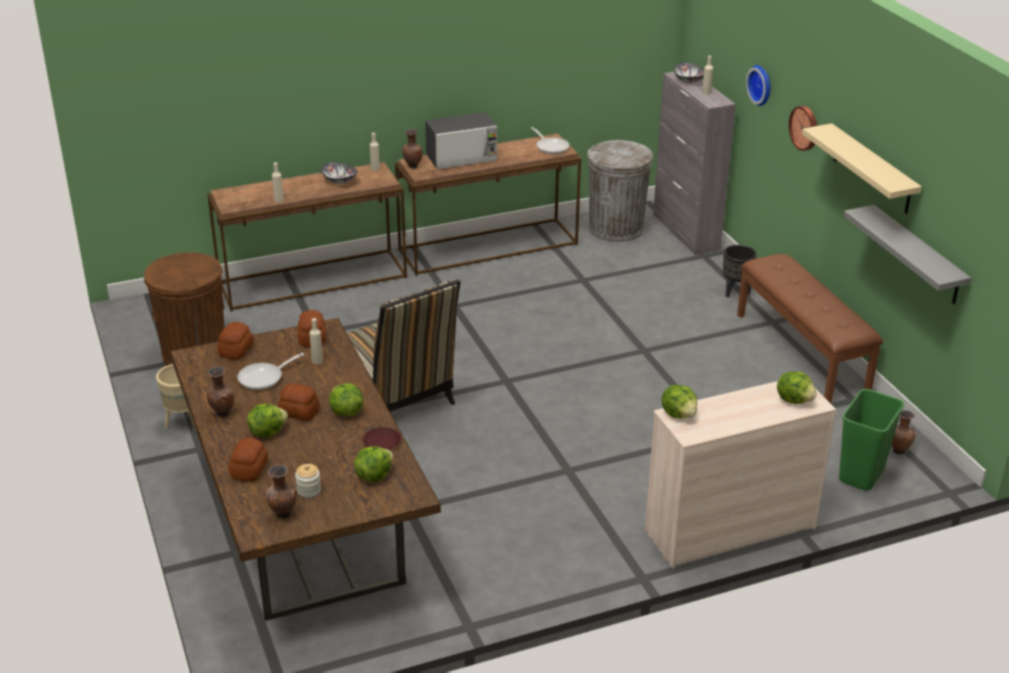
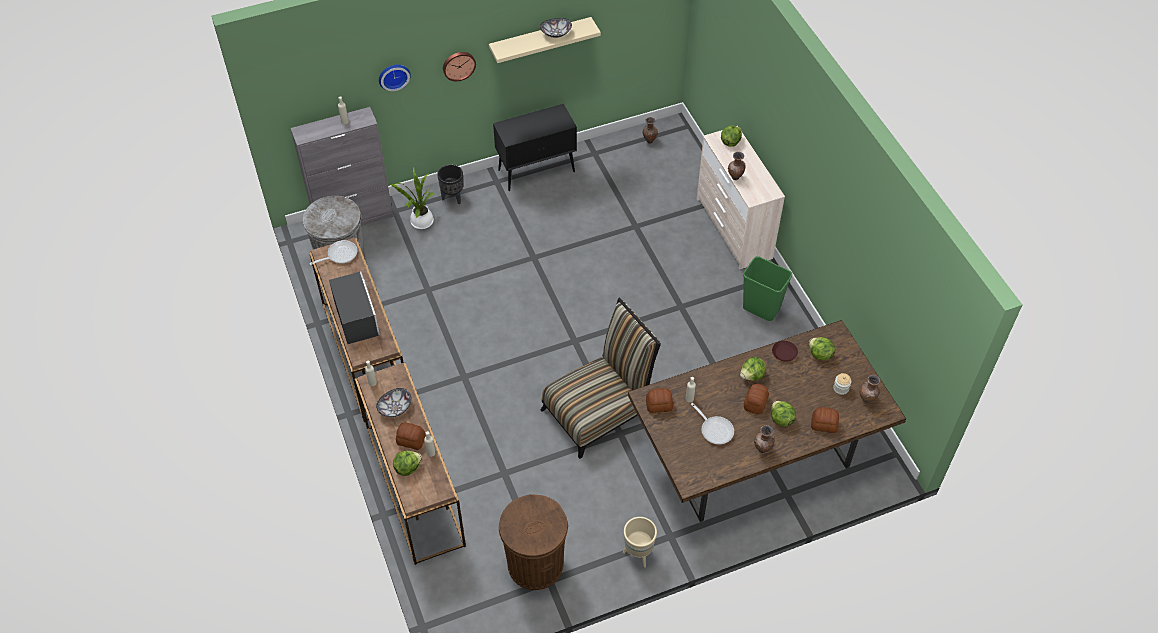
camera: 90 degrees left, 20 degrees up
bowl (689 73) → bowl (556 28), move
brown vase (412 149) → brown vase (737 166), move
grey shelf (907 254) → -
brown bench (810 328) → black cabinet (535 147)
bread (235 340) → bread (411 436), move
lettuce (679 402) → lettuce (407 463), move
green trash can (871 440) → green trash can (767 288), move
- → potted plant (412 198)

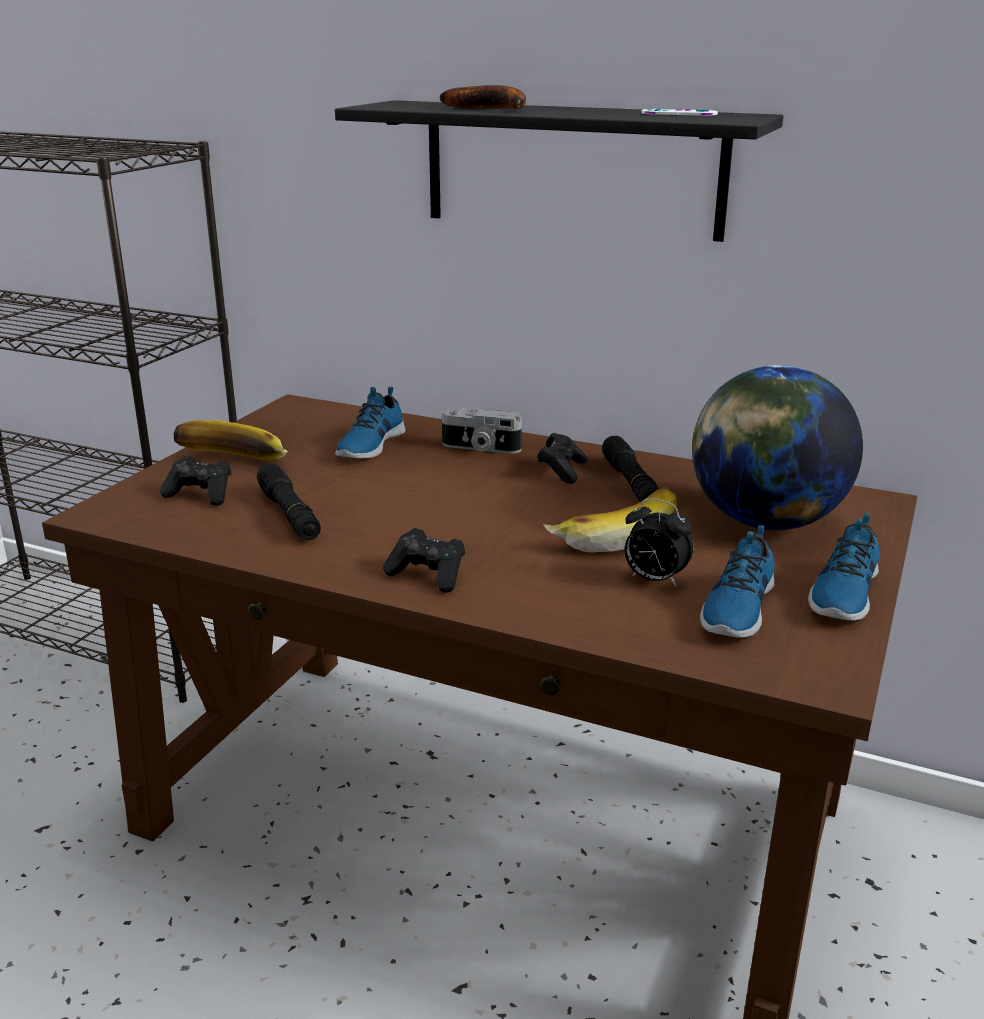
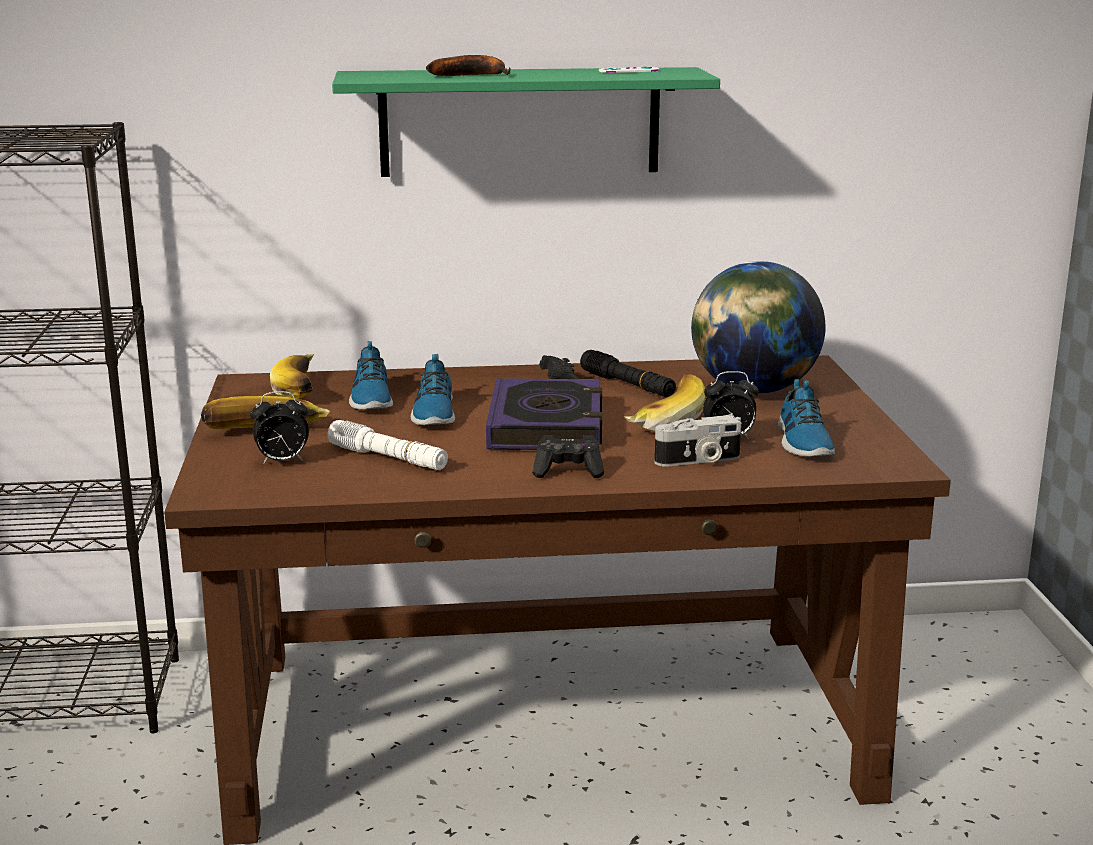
camera: 30 degrees left, 5 degrees down
black shelf (559 171) → green shelf (526 122)
photo camera (482 431) → photo camera (697 441), move
black game controller (196 481) → alarm clock (279 427)
black flashlight (289 502) → white flashlight (388 445)
shoe (844 567) → shoe (433 389), move
- → banana (292 376)
- → book (544 414)

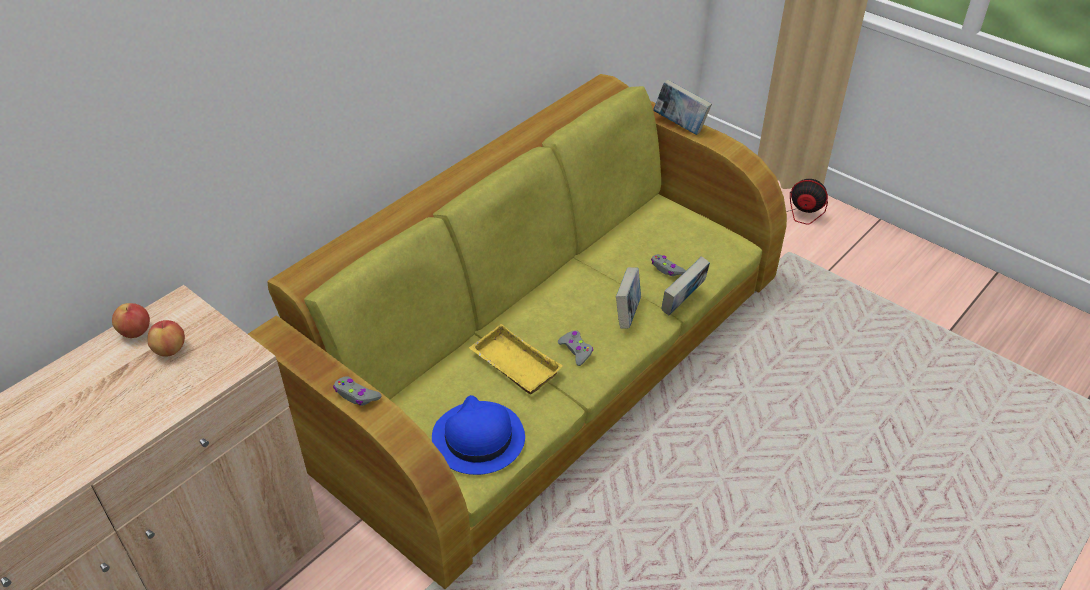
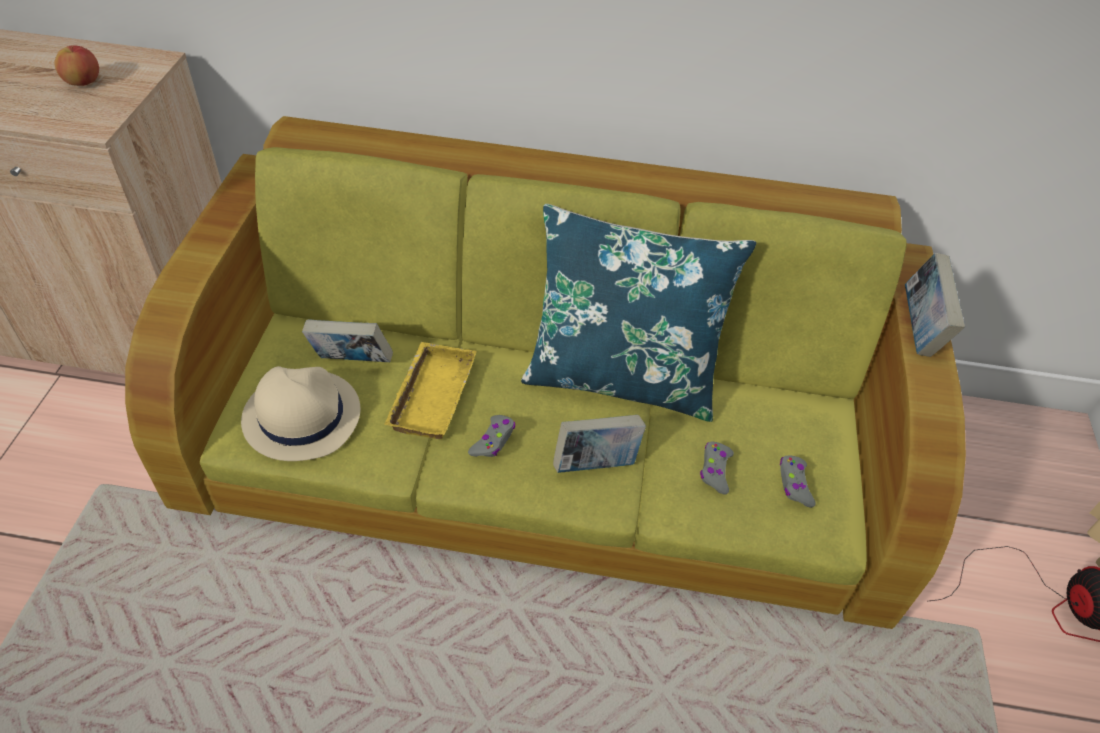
camera: 55 degrees right, 5 degrees up
book (685 286) → book (347 341), move
apple (131 320) → -
grey game controller (357 391) → grey game controller (798 481), move
blue hat (478 435) → beige hat (301 413)
- → blue pillow (638 313)

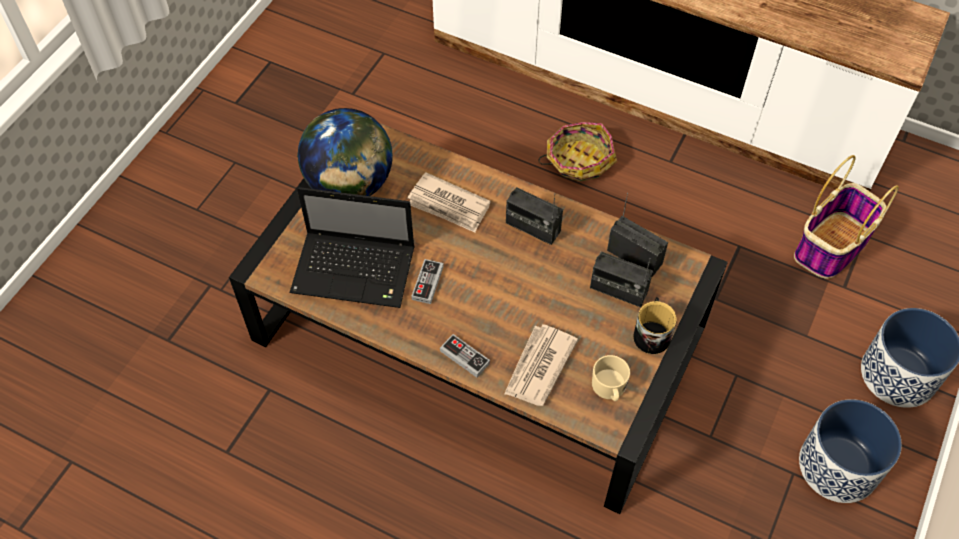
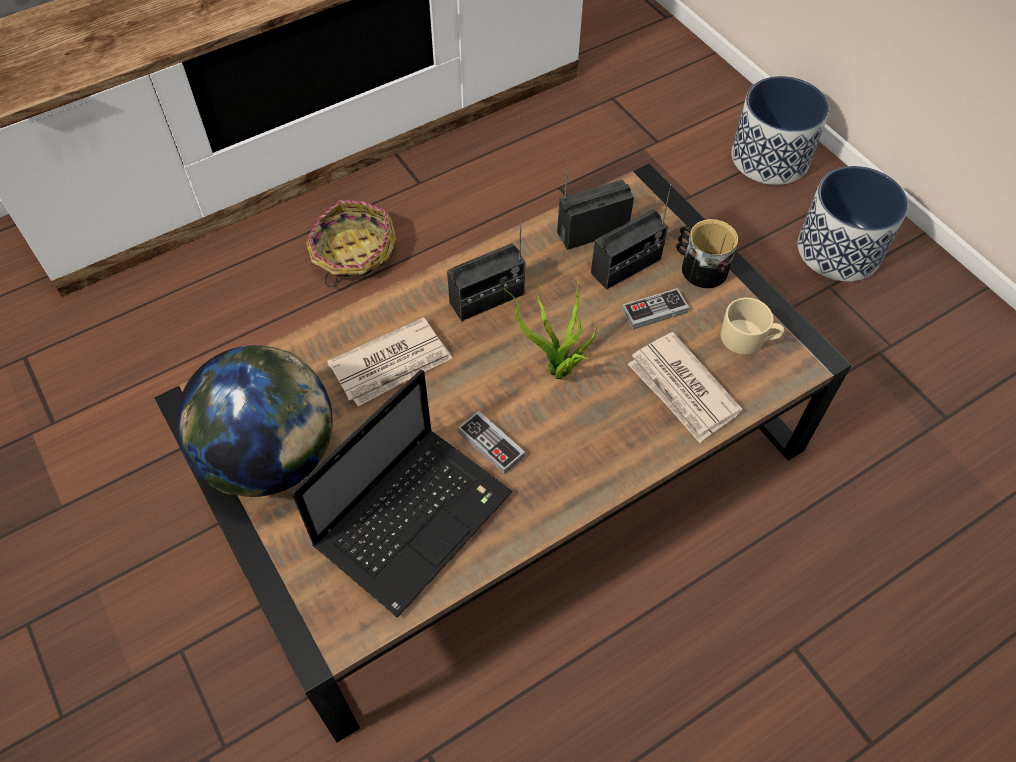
camera: 60 degrees left, 0 degrees up
basket (846 217) → -
game controller (465 356) → game controller (655 309), move
- → potted plant (551 330)

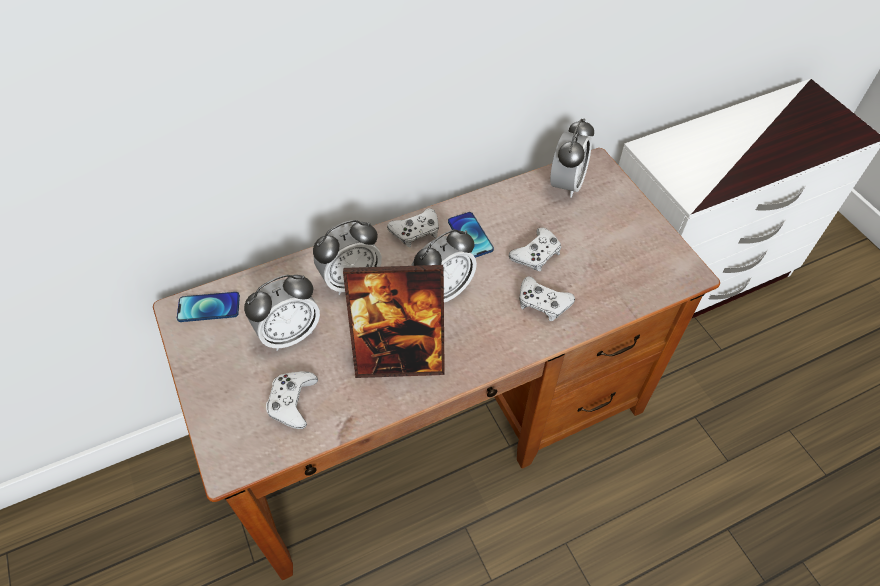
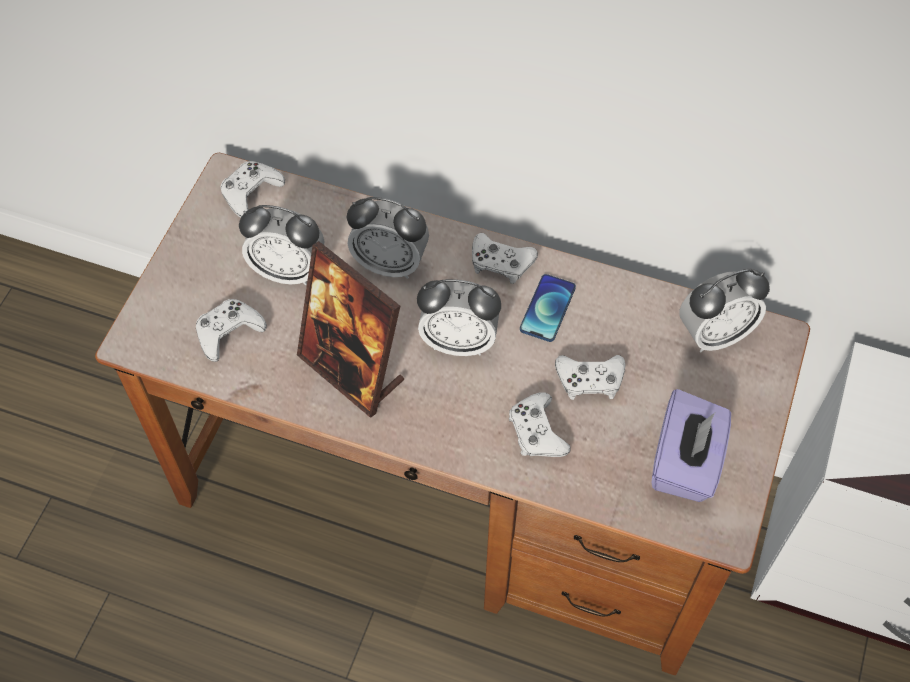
camera: 45 degrees right, 5 degrees up
phone (208 307) → white game controller (252 189)
- → purple tissue box (691 445)

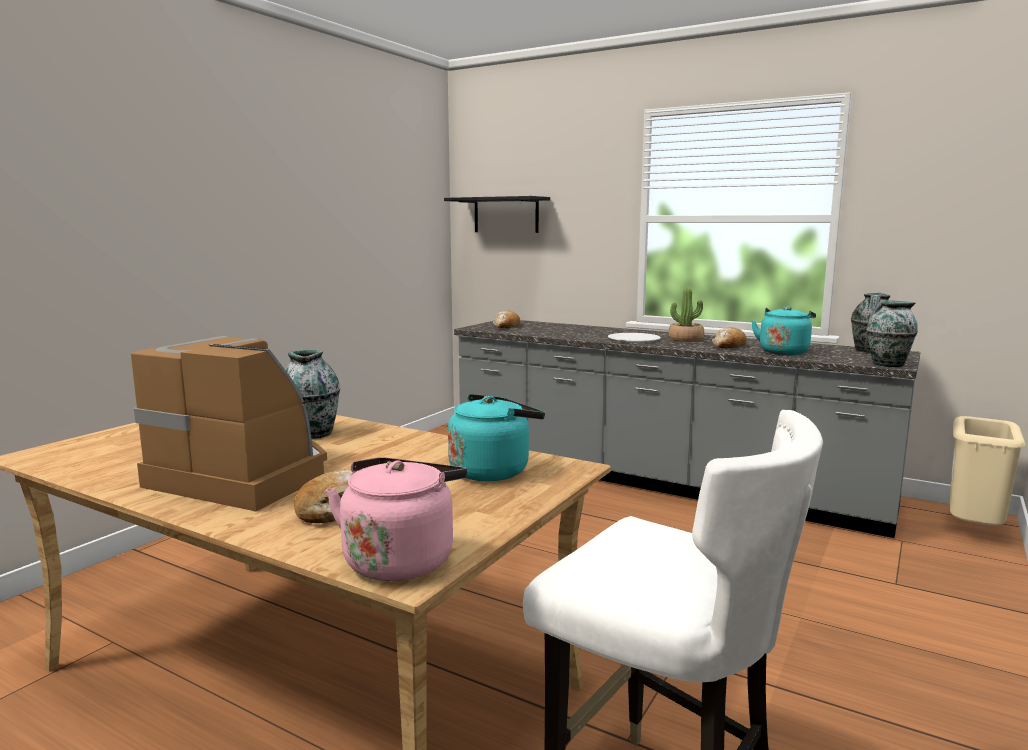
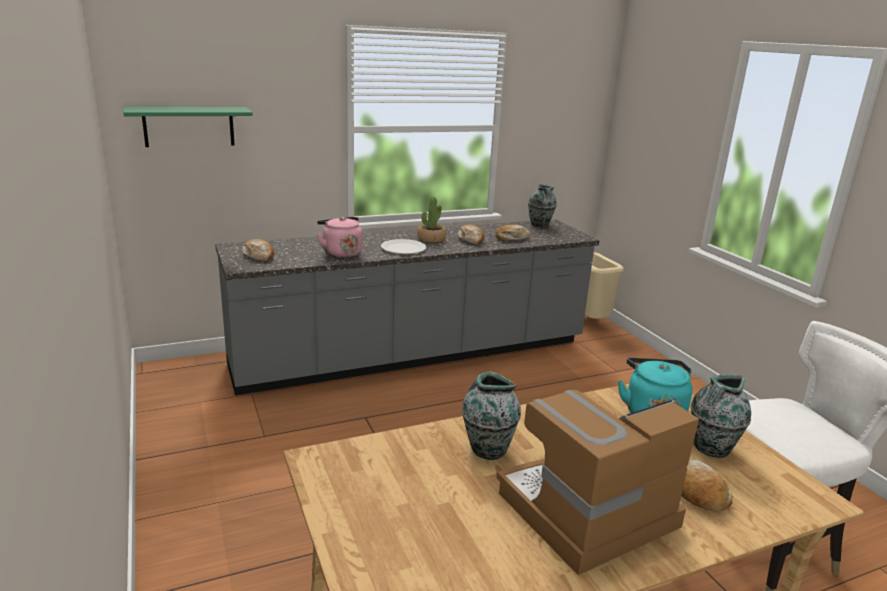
camera: 55 degrees left, 10 degrees up
black shelf (497 214) → green shelf (188 127)
vase (892 333) → vase (721 416), move
turquoise kettle (783 330) → bread (513 233)
pink kettle (396 519) → pink kettle (340 237), move

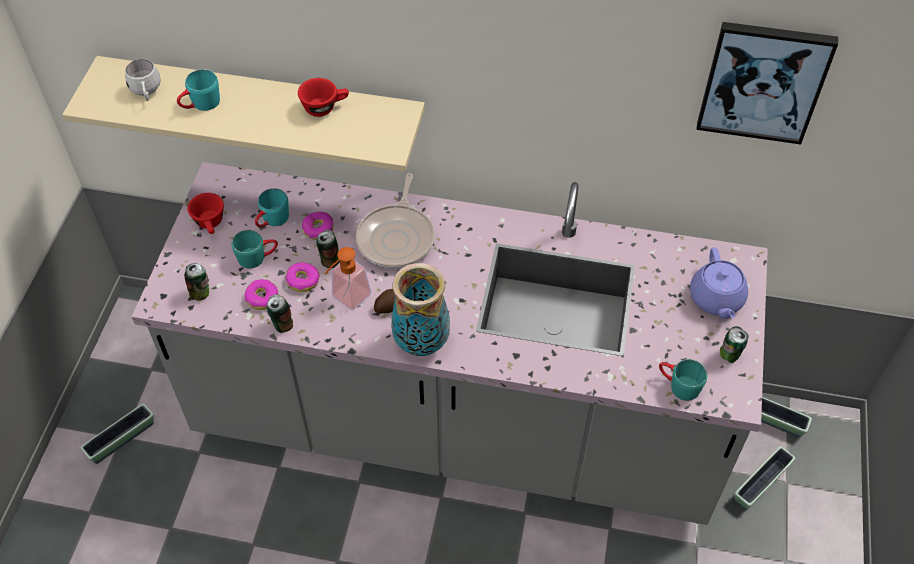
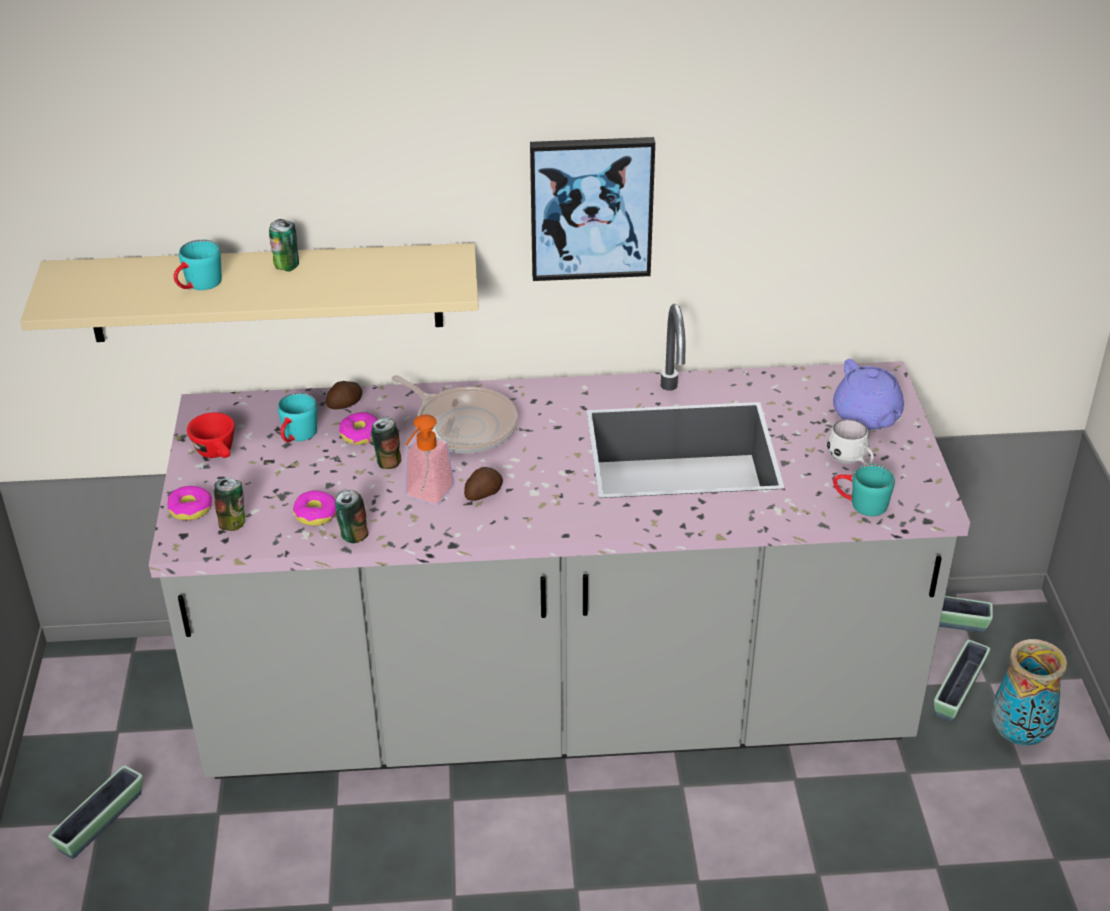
camera: 15 degrees left, 15 degrees down
picture (767 83) → picture (592 209), move
white mug (143 80) → white mug (850 442), move
red cup (323 97) → -
frying pan (395 220) → frying pan (454 414), 45 degrees counterclockwise
turquoise mug (255 249) → -
donut (303 277) → donut (190 503), move
vase (420 309) → vase (1029 692), move
can (734 344) → can (284 245), move
- → potato (344 395)

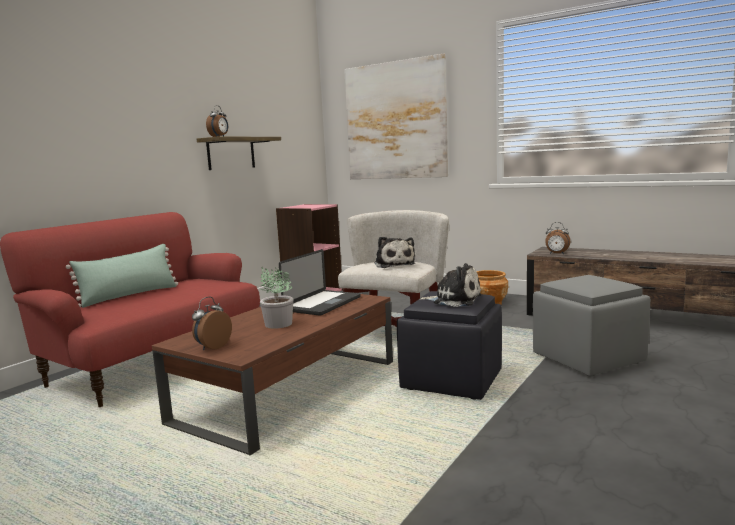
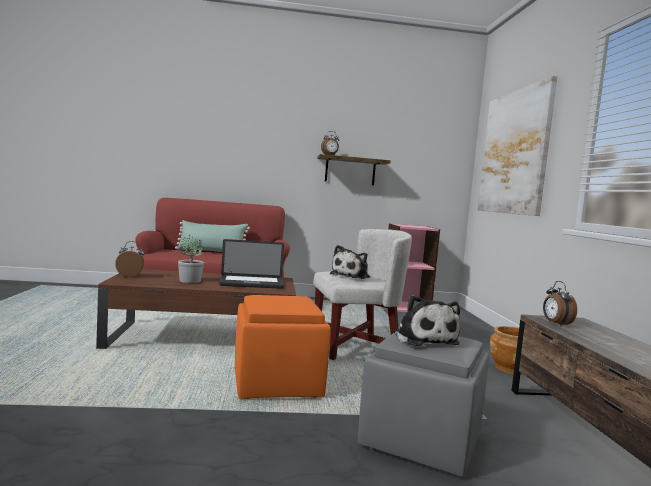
camera: 50 degrees right, 5 degrees down
plush toy (450 285) → plush toy (427 320), move
black ottoman (449 345) → orange ottoman (283 347)

